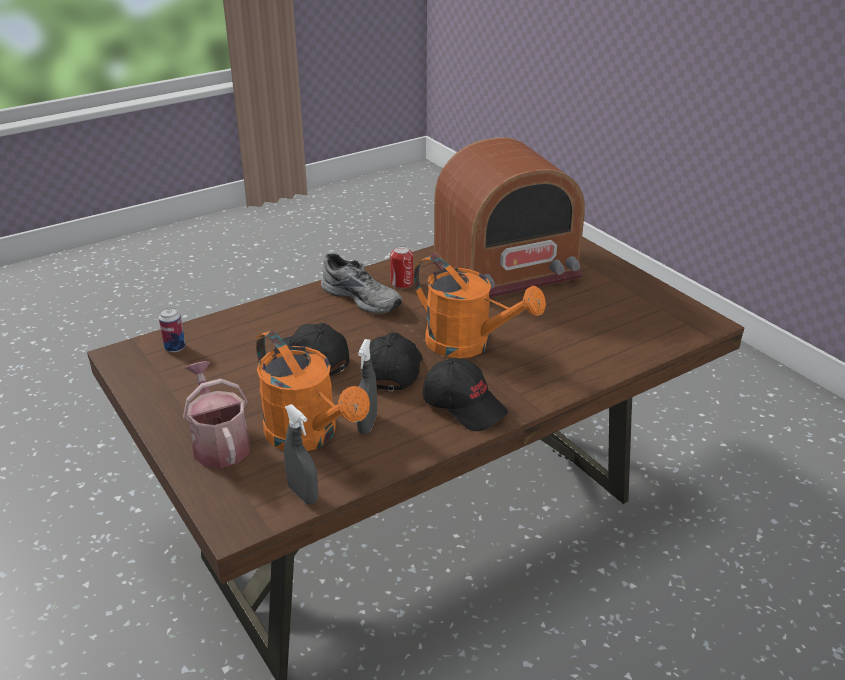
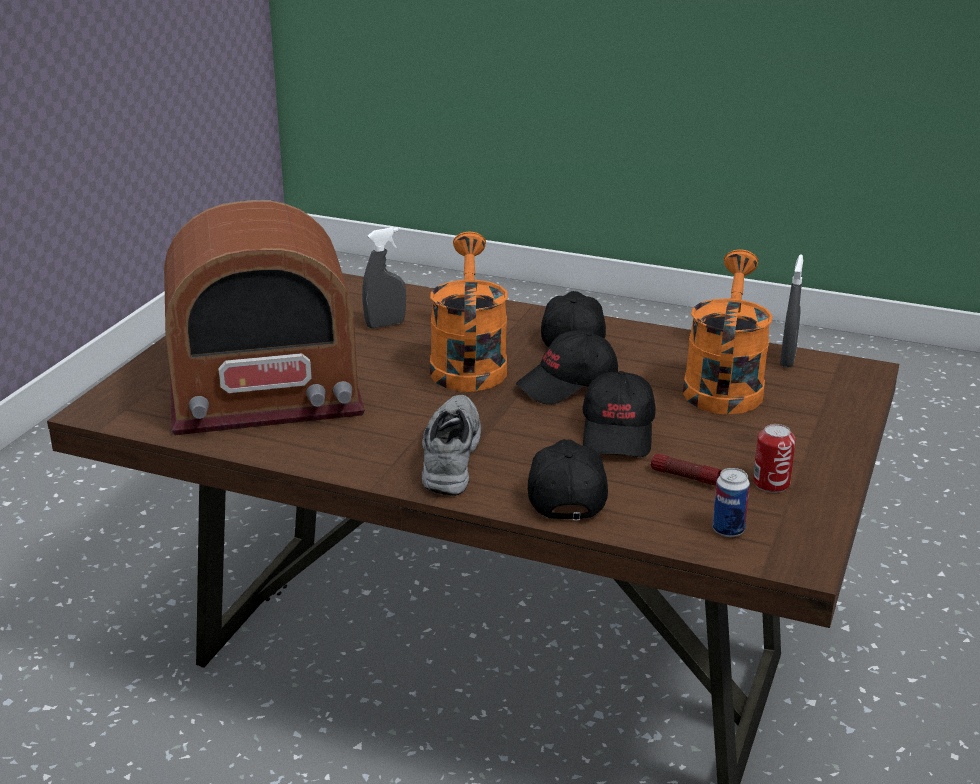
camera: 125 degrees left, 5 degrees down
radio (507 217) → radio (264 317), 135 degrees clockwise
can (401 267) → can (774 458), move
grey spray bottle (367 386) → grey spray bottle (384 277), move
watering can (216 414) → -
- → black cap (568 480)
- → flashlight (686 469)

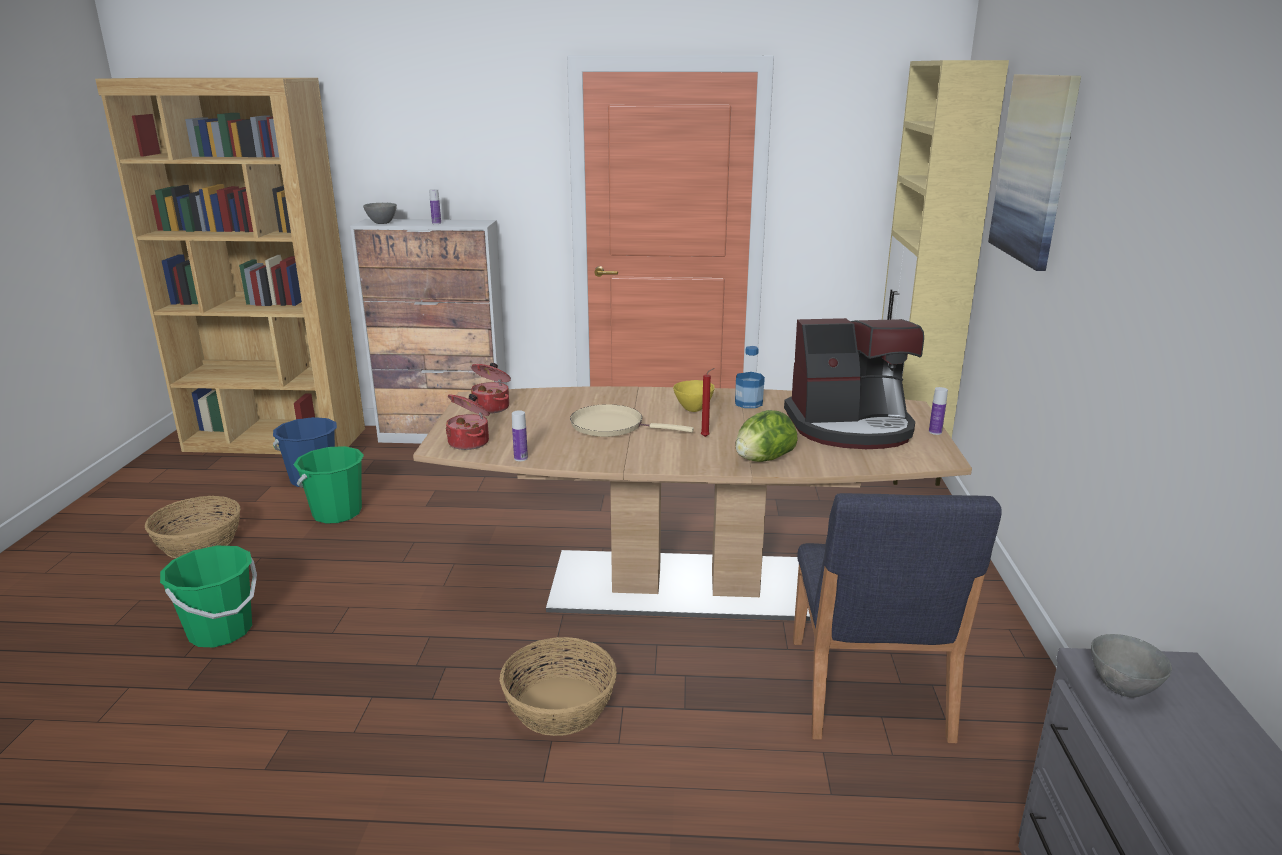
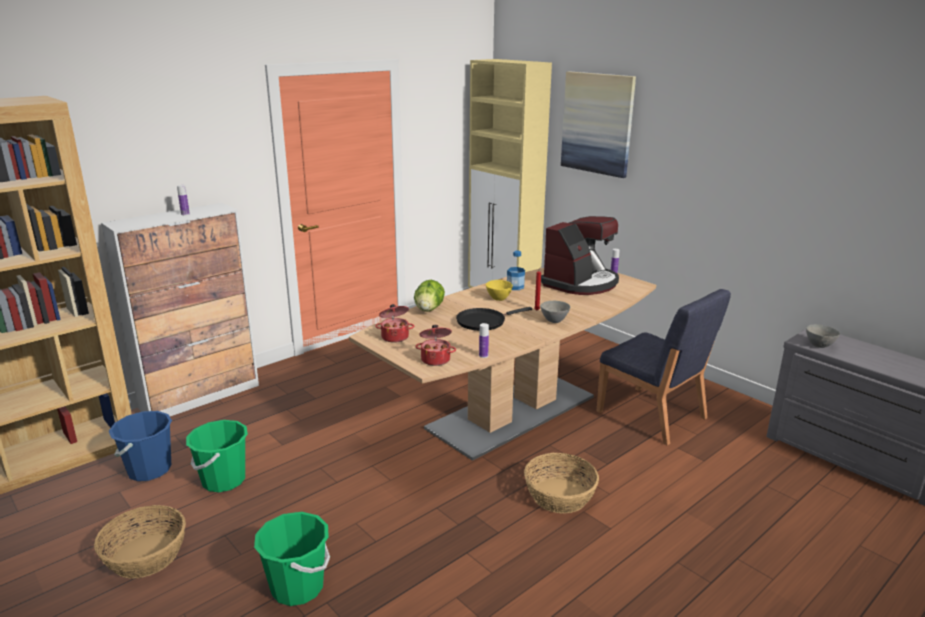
camera: 45 degrees left, 0 degrees up
grey bowl (380 213) → grey bowl (555 312), move
beige frying pan (632 420) → black frying pan (494 319)
lettuce (766 436) → lettuce (429 296), move

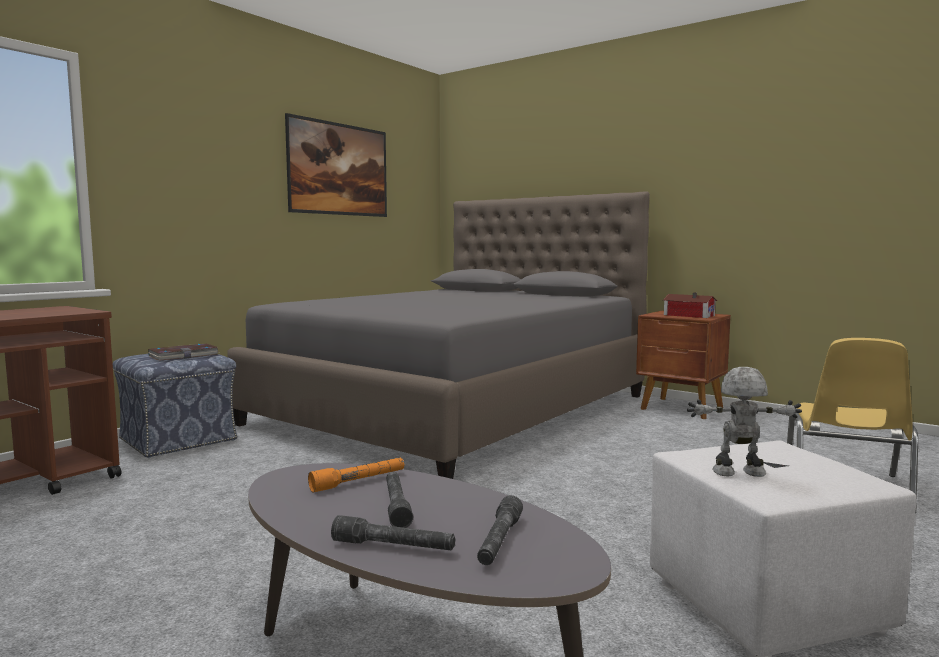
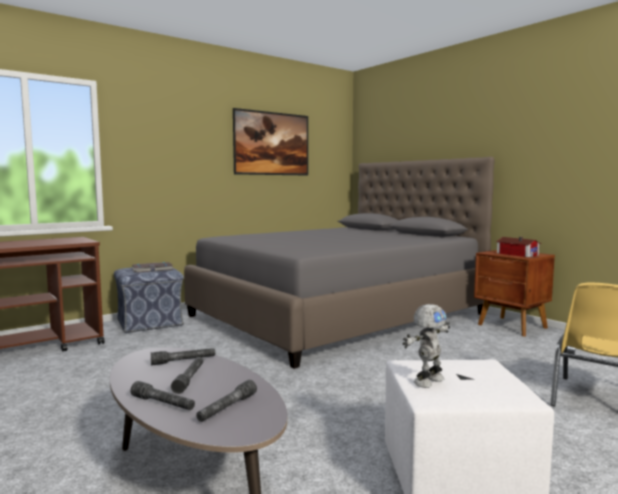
camera: 15 degrees right, 0 degrees up
toy robot (744 422) → toy robot (426 346), 120 degrees clockwise
orange flashlight (356 475) → grey flashlight (183 356)

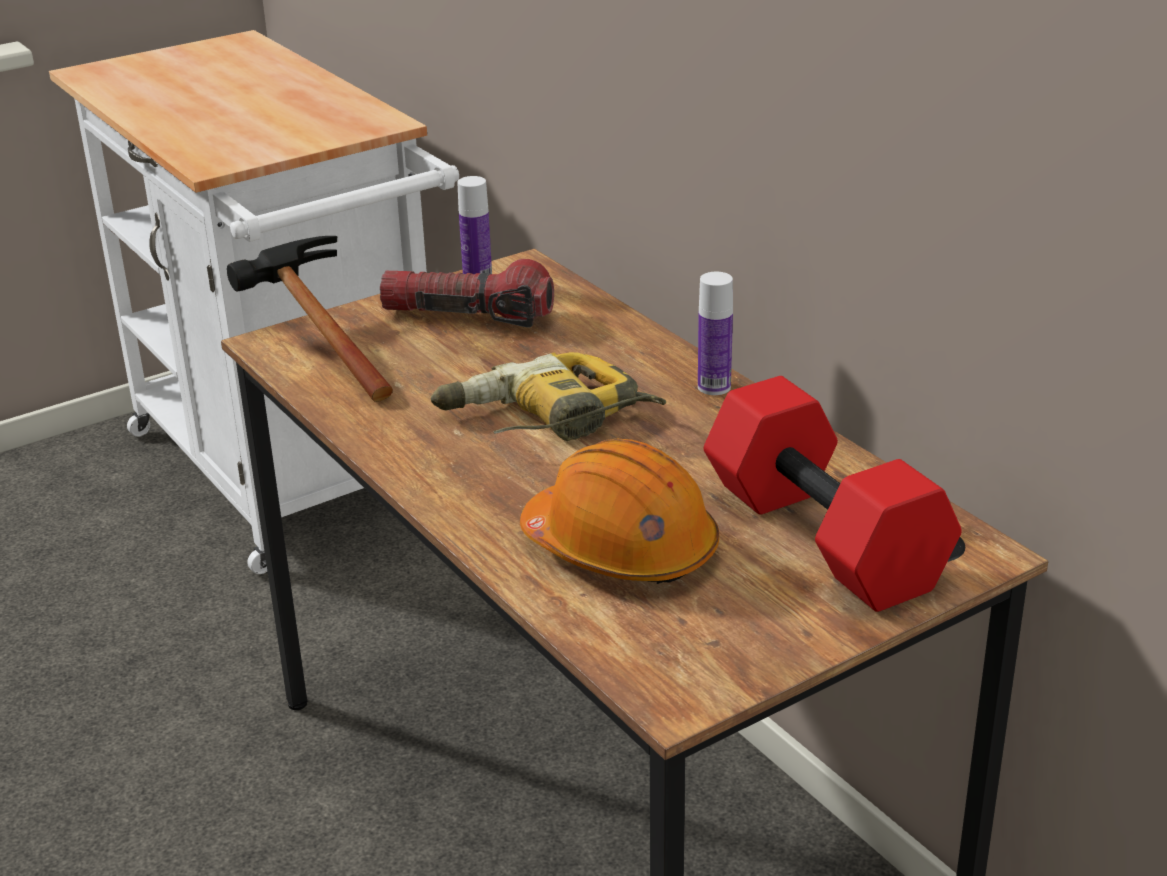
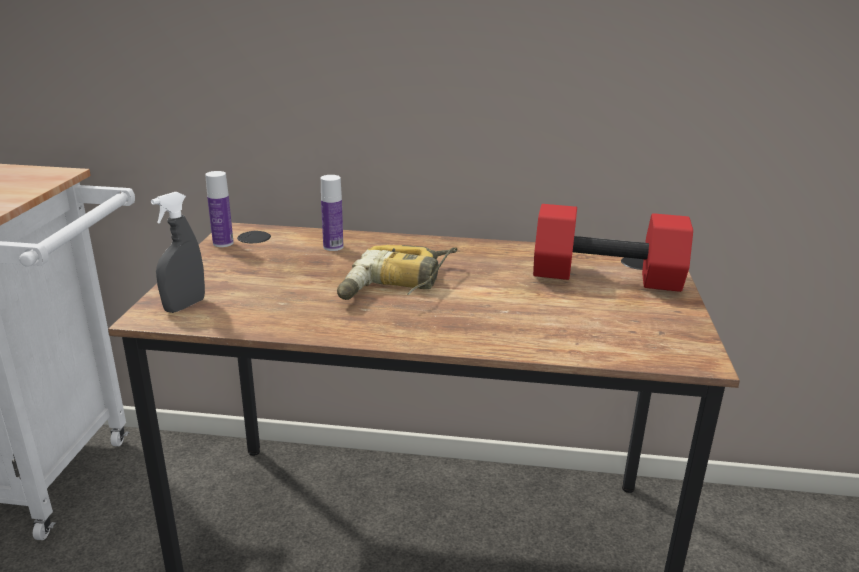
camera: 50 degrees left, 5 degrees down
hammer (310 319) → grey spray bottle (178 252)
flashlight (467 293) → -
bottle (715 333) → bottle (332 213), move
orange hard hat (619 511) → -

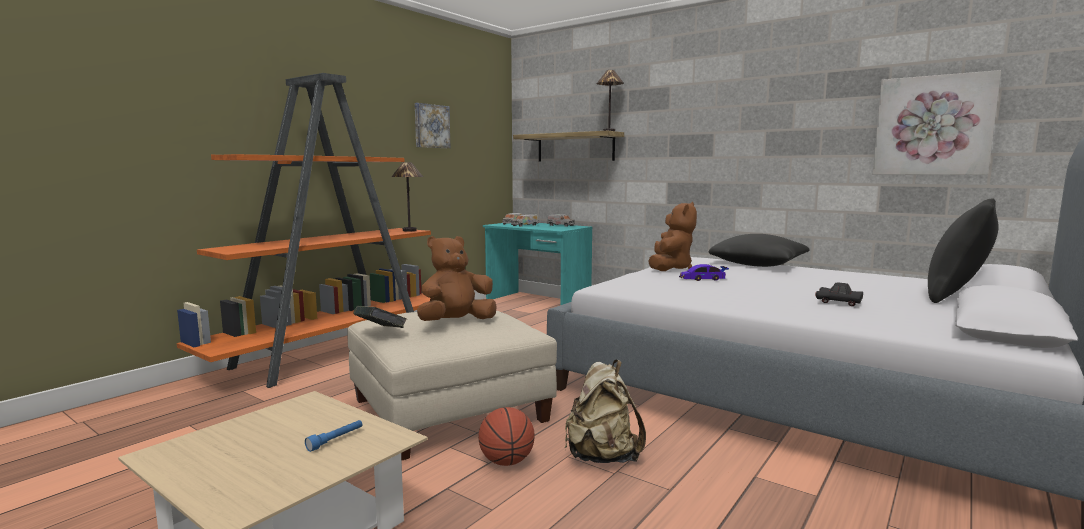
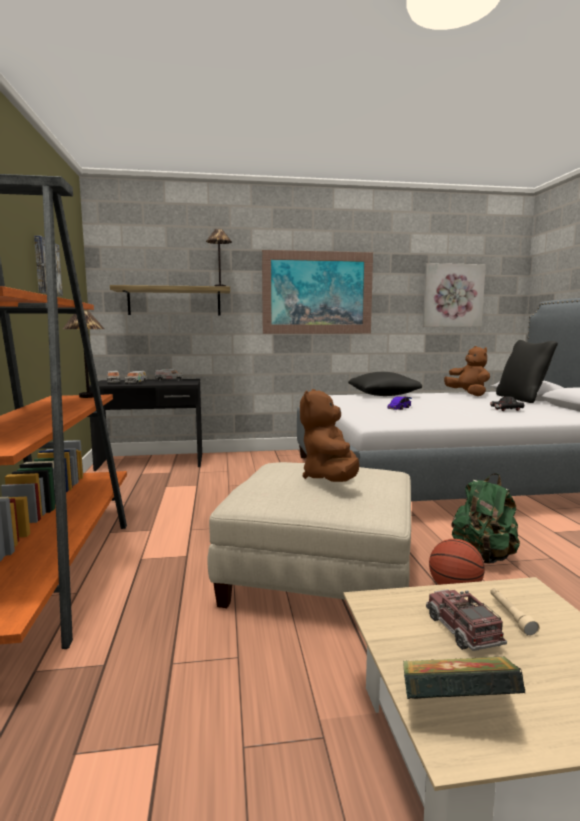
camera: 45 degrees left, 0 degrees up
brown plush toy (672 236) → brown plush toy (467 371), move
turquoise desk (538 264) → black desk (145 425)
book (380 316) → book (464 677), move
beige backpack (605 411) → green backpack (486 518)
blue flashlight (333 436) → beige flashlight (514 612)
- → picture (317 292)
- → toy truck (466 620)

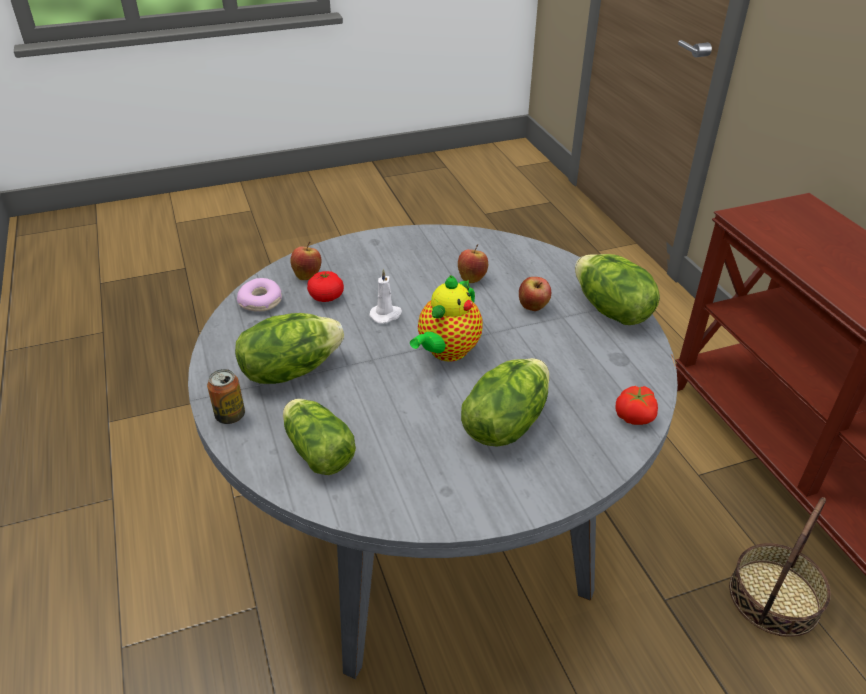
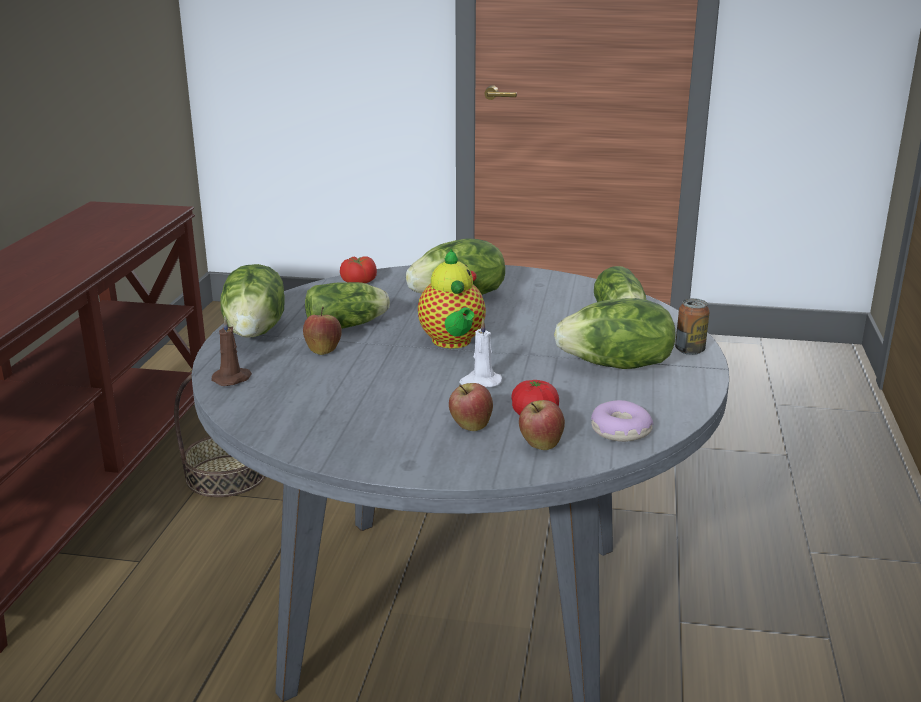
camera: 150 degrees left, 15 degrees down
apple (473 263) → apple (471 407), move
teapot (446 318) → teapot (452 298), 105 degrees clockwise
- → lettuce (347 305)
- → brown candle (231 351)

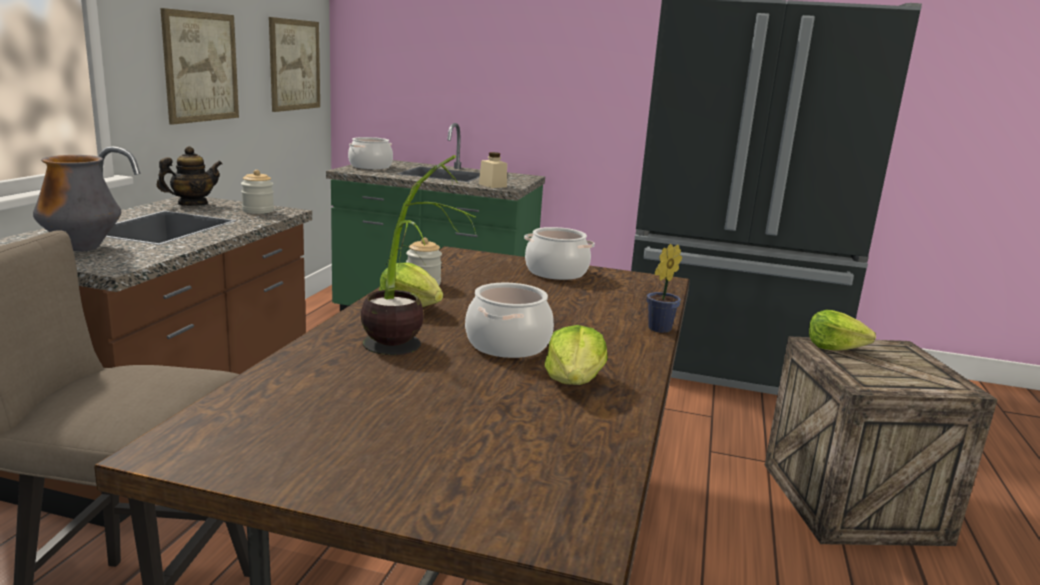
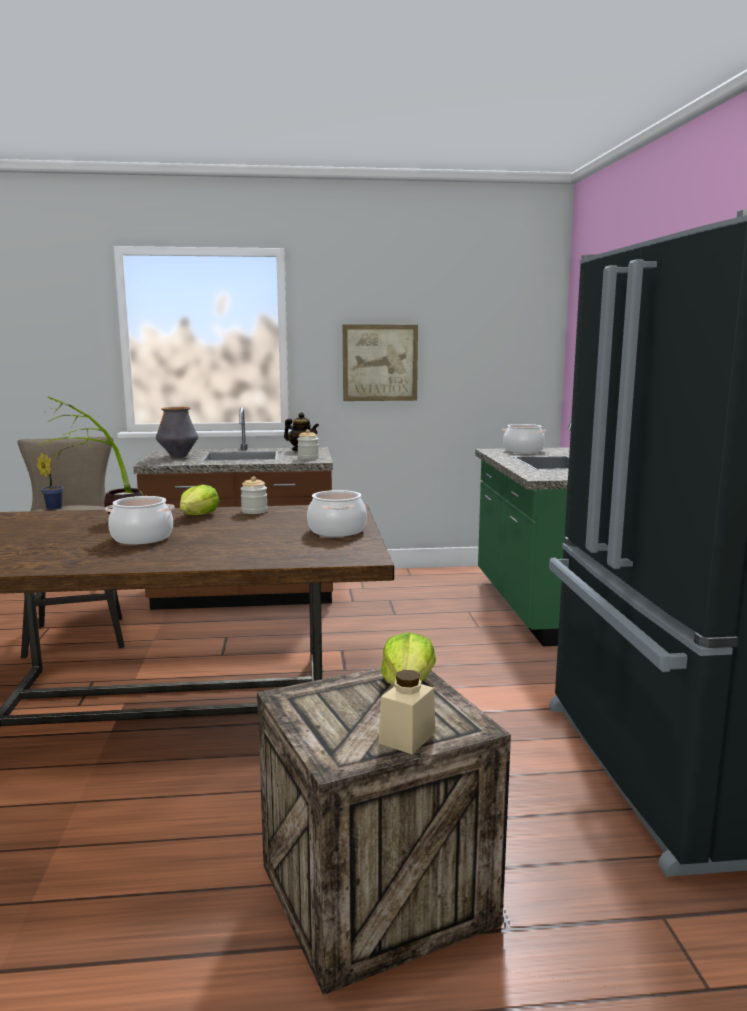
camera: 70 degrees right, 5 degrees down
picture (294 64) → -
beige jar (493 170) → beige jar (407 712), move
potted plant (664 288) → potted plant (50 481), move
lettuce (576 355) → -

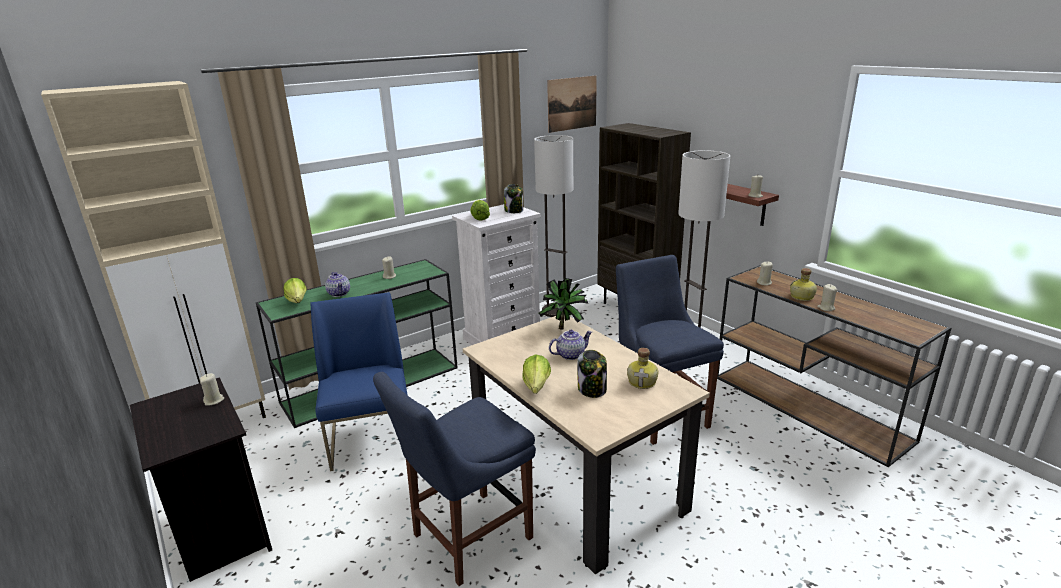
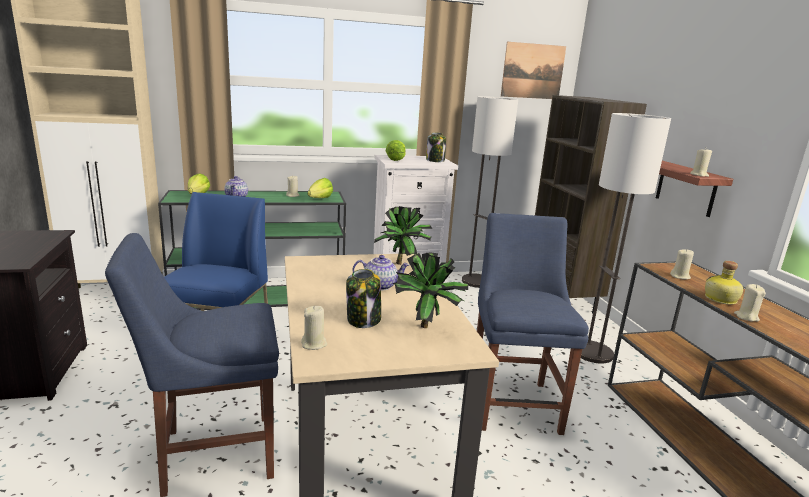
camera: 20 degrees right, 5 degrees down
bottle (642 368) → potted plant (430 290)
lettuce (536 374) → lettuce (320 188), move
beige candle (212 389) → beige candle (314 328), move

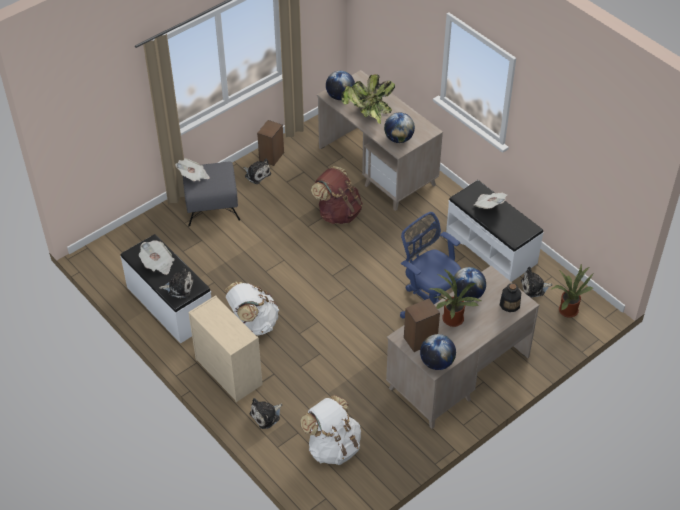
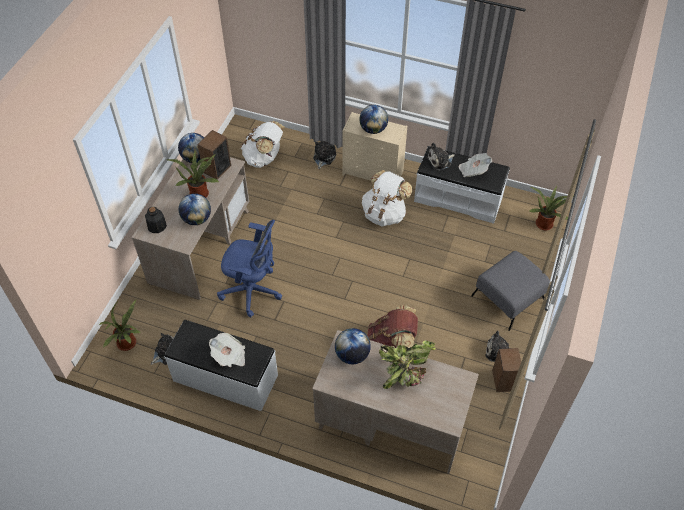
camera: 150 degrees right, 5 degrees up
globe (340 85) → globe (373 119), move
newspaper (192 169) → -
- → potted plant (549 208)

